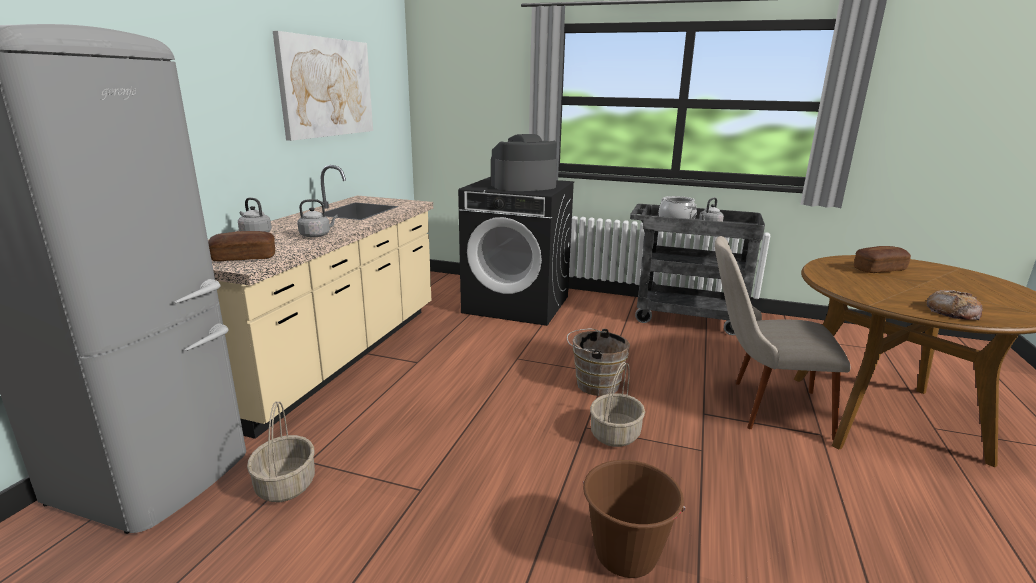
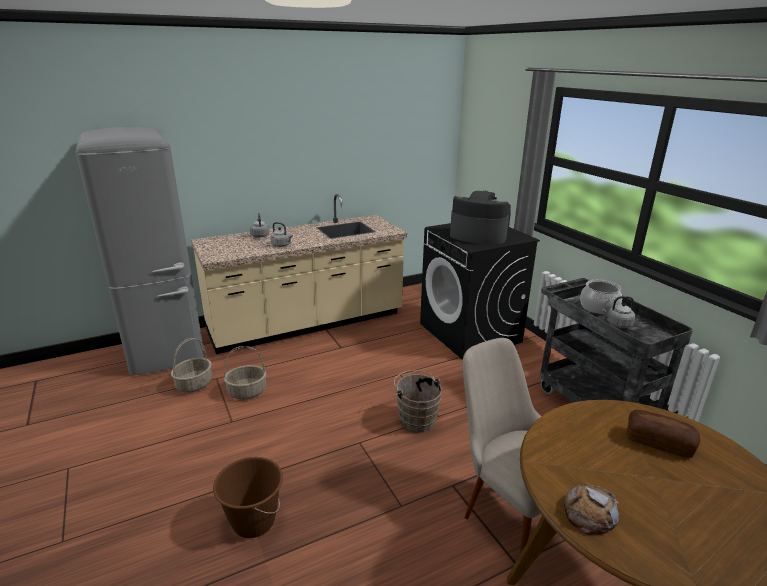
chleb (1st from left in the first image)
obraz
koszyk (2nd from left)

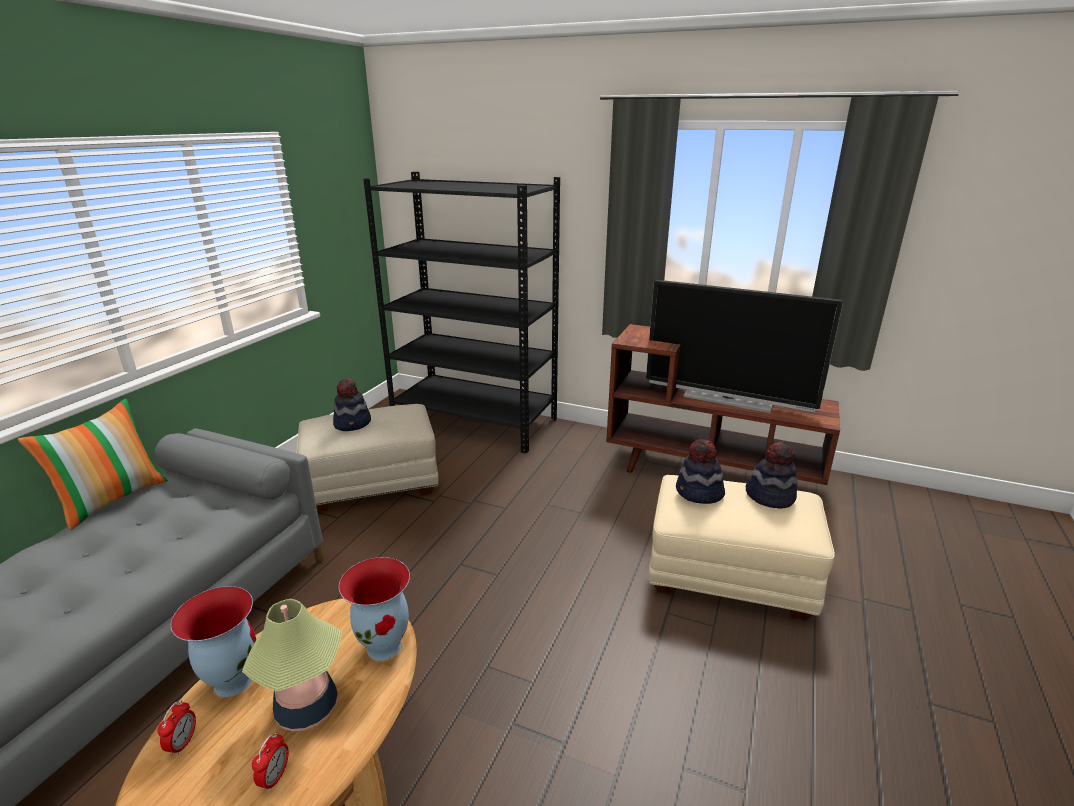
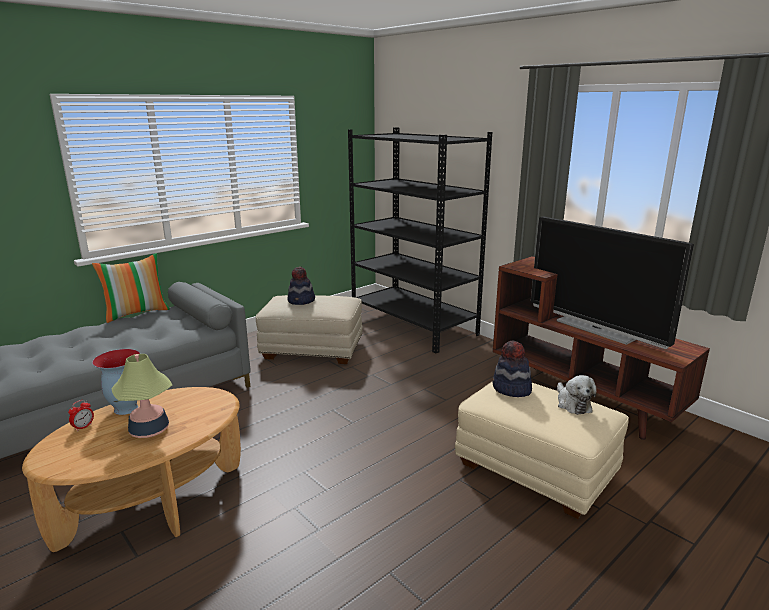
budzik (2nd from left in the first image)
wazon (2nd from left in the first image)
pluszak

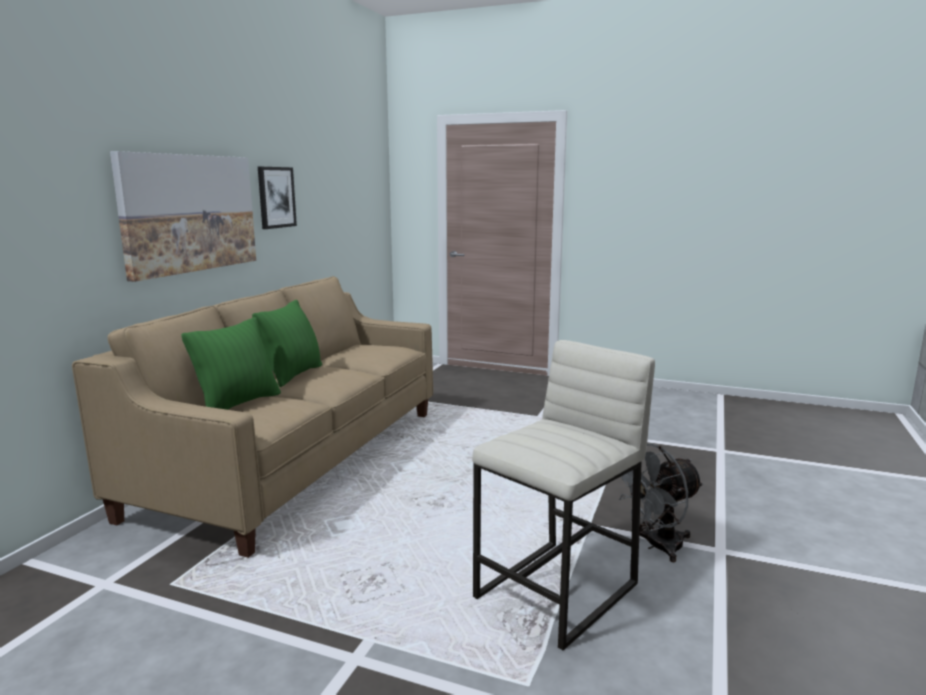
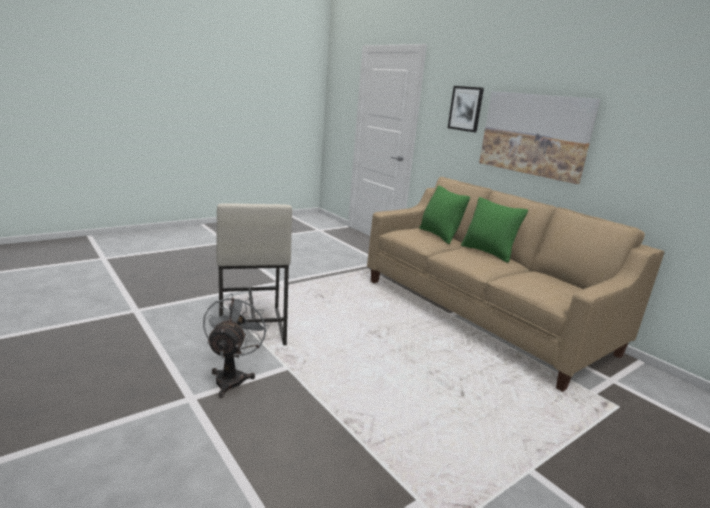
obraz (1st from left)

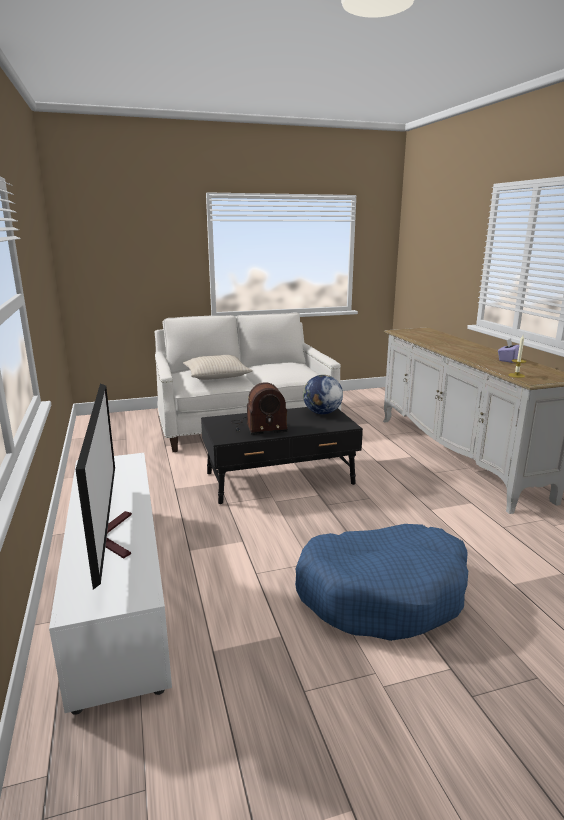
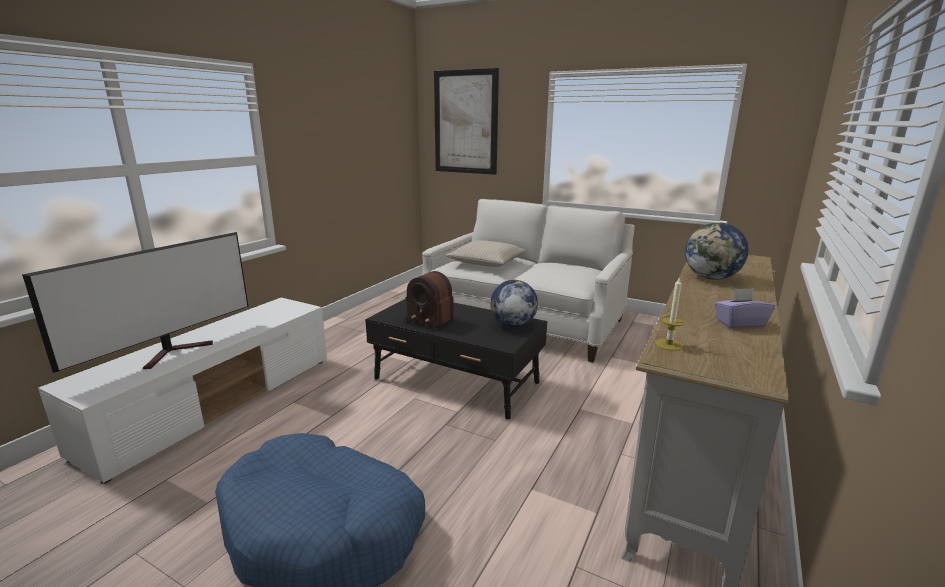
obraz
globus (2nd from left)

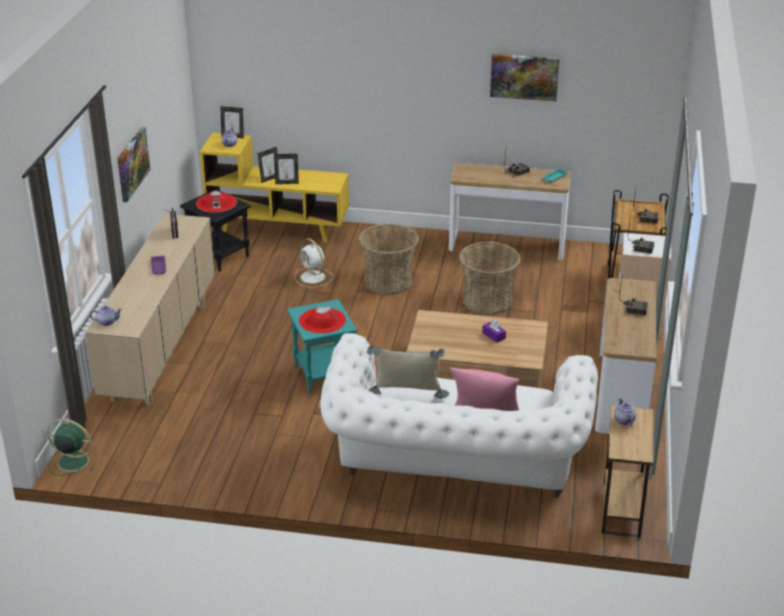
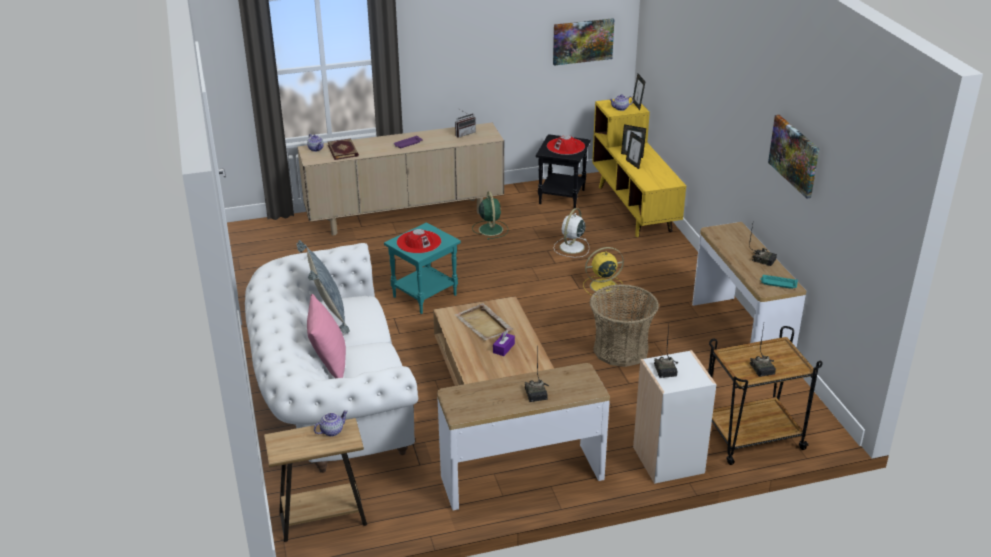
książka
taca (beżowy)
wentylator (zielony)
obraz (1st from left)
wentylator (żółty)

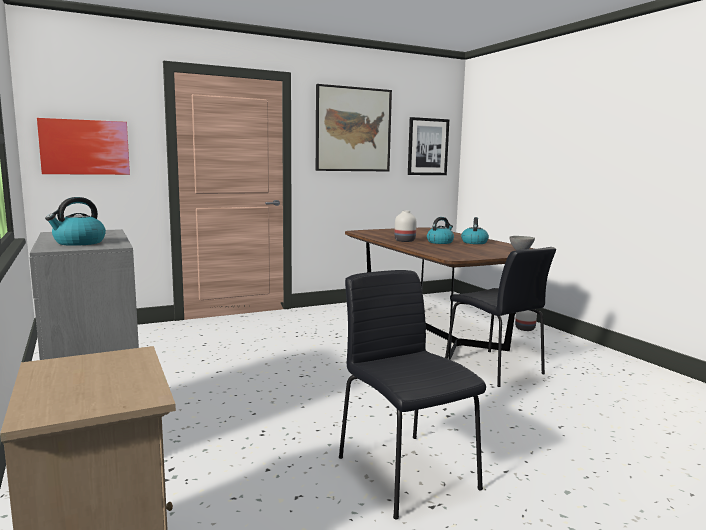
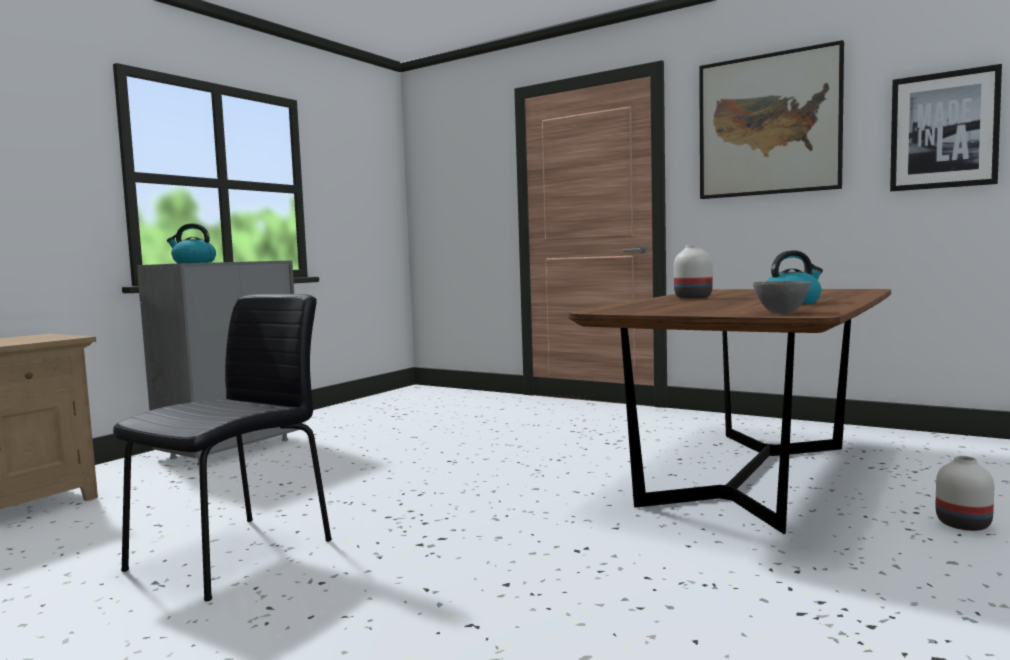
obraz (1st from left in the first image)
czajnik (2nd from left in the first image)
krzesło (czarny) (2nd from left in the first image)

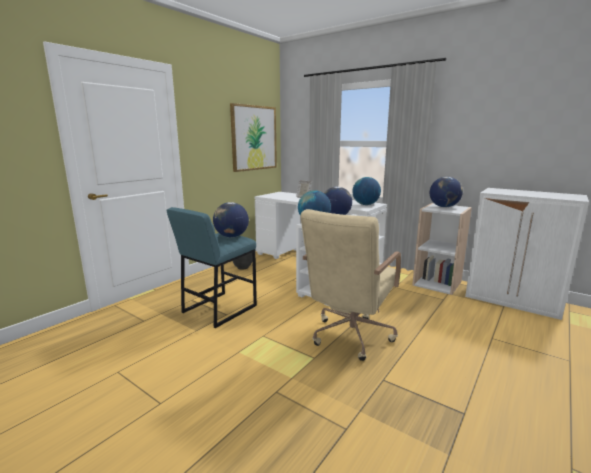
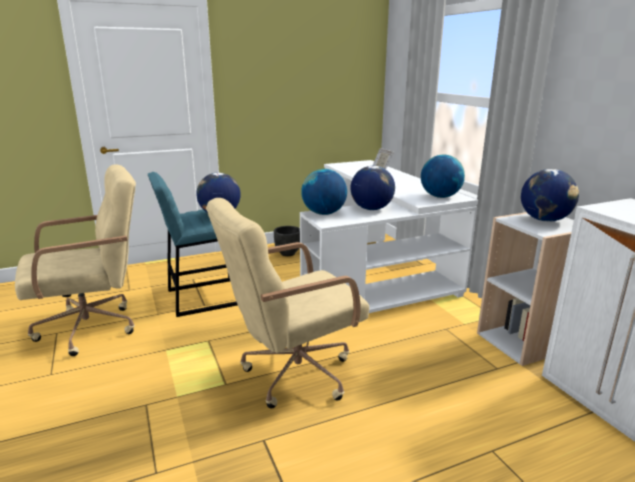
obraz
krzesło biurowe (beżowy) (1st from left)

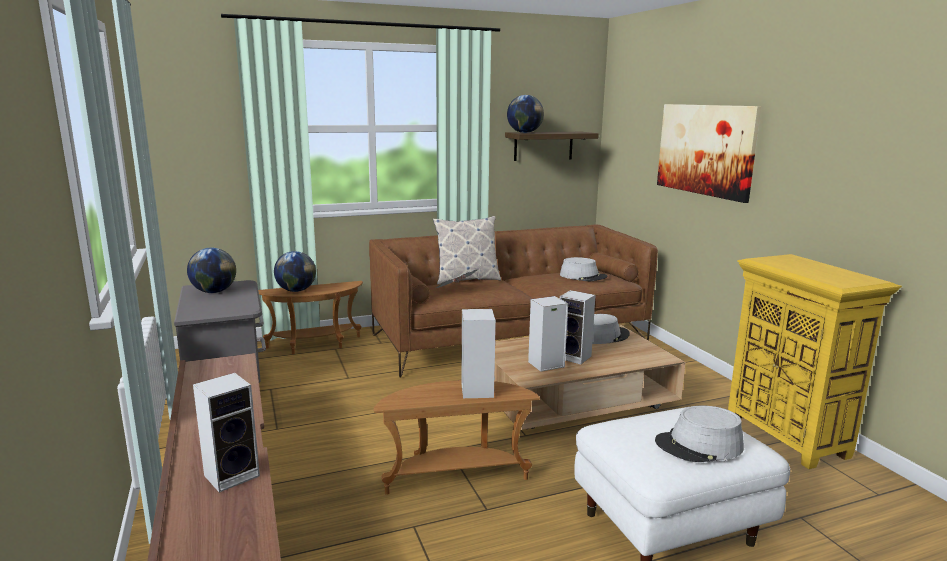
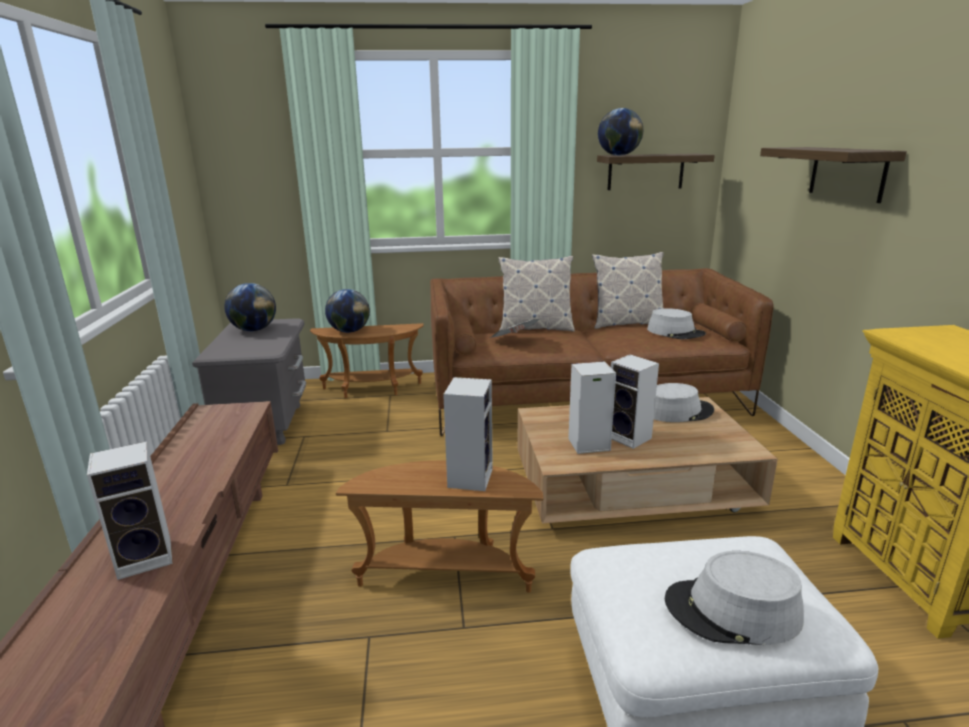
poduszka (2nd from left)
półka (2nd from left)

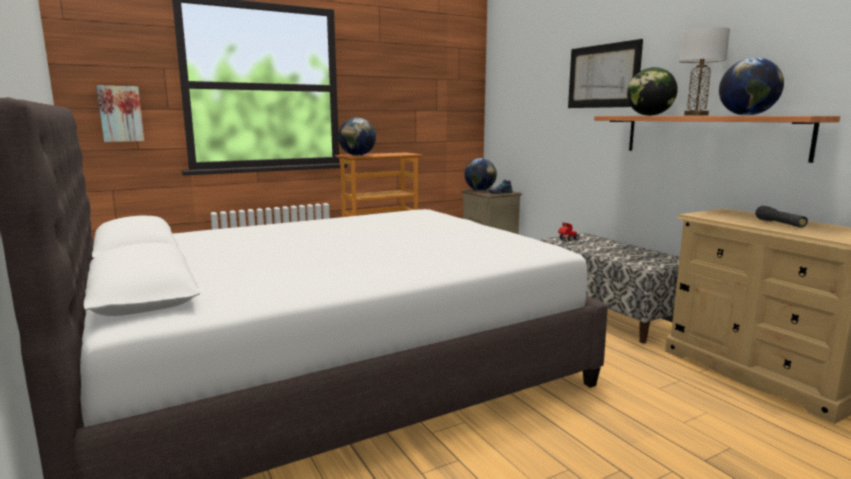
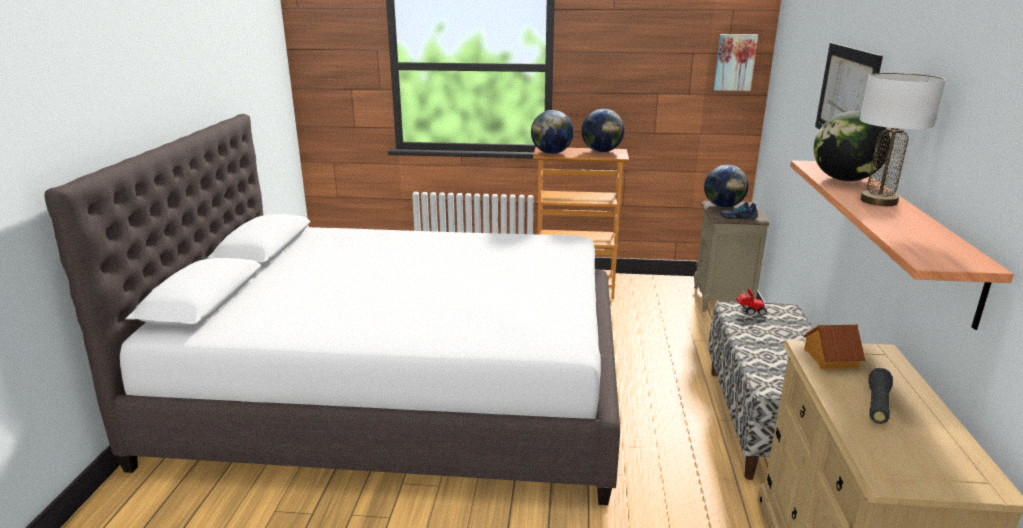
domek
obraz (1st from left)
globus (2nd from left)

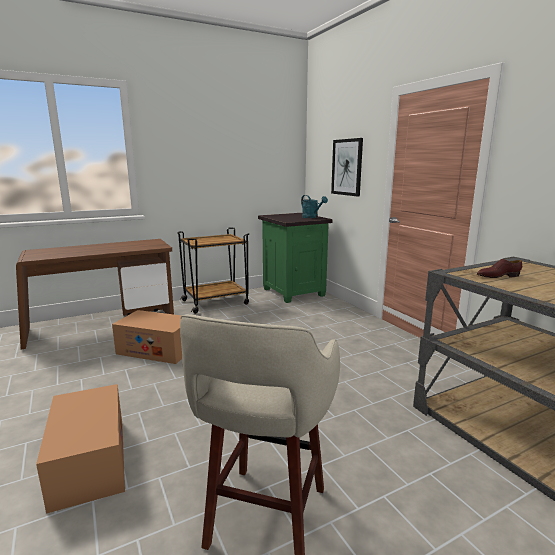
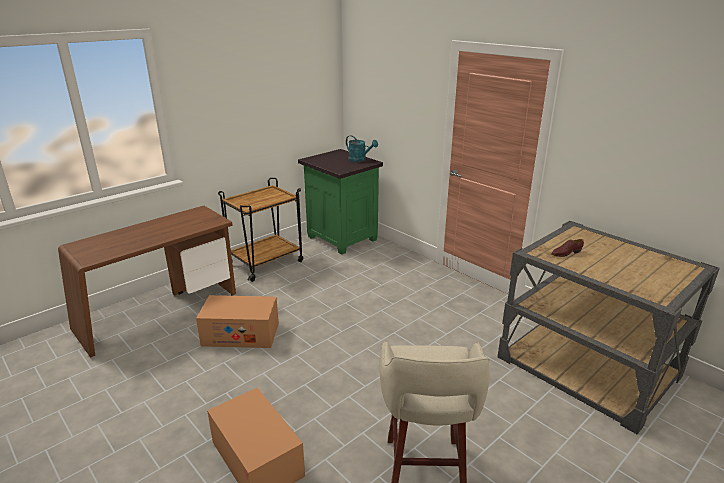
obraz

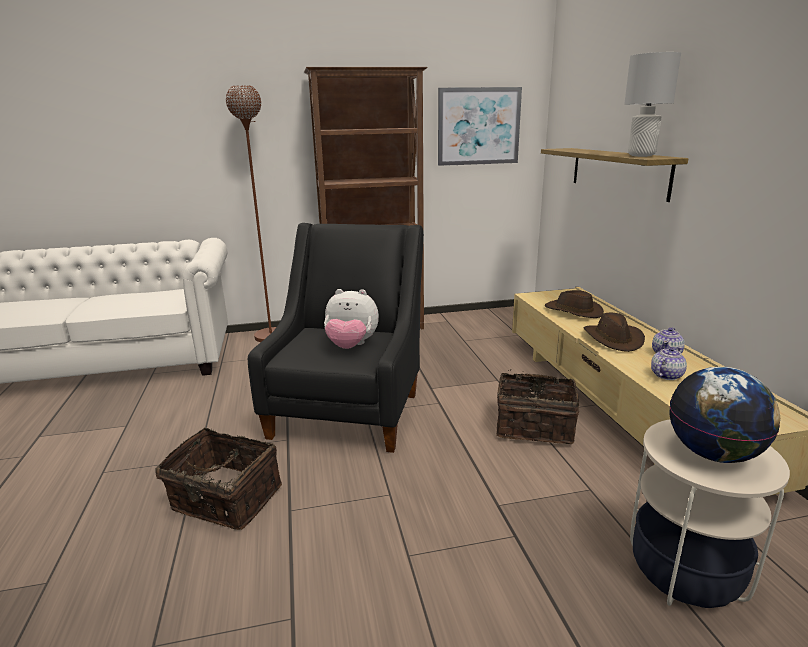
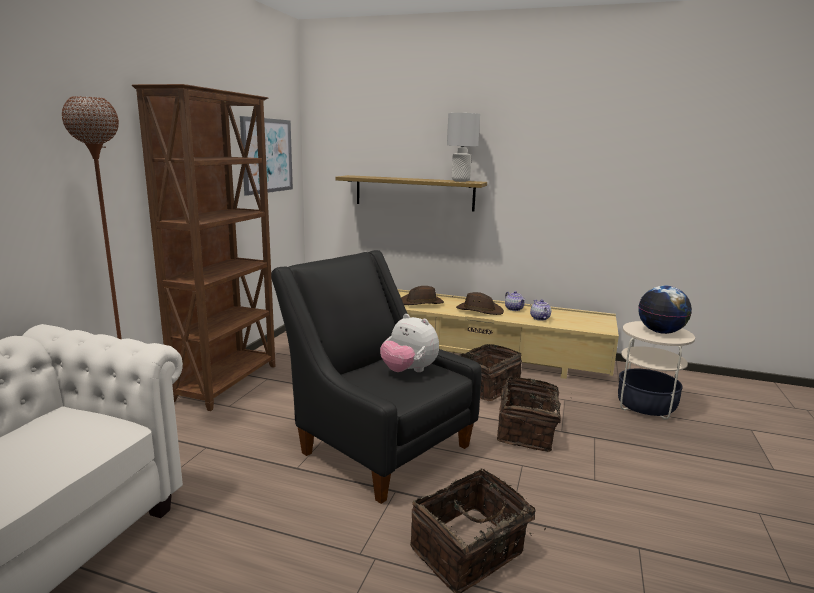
koszyk (3rd from left)
pluszak

